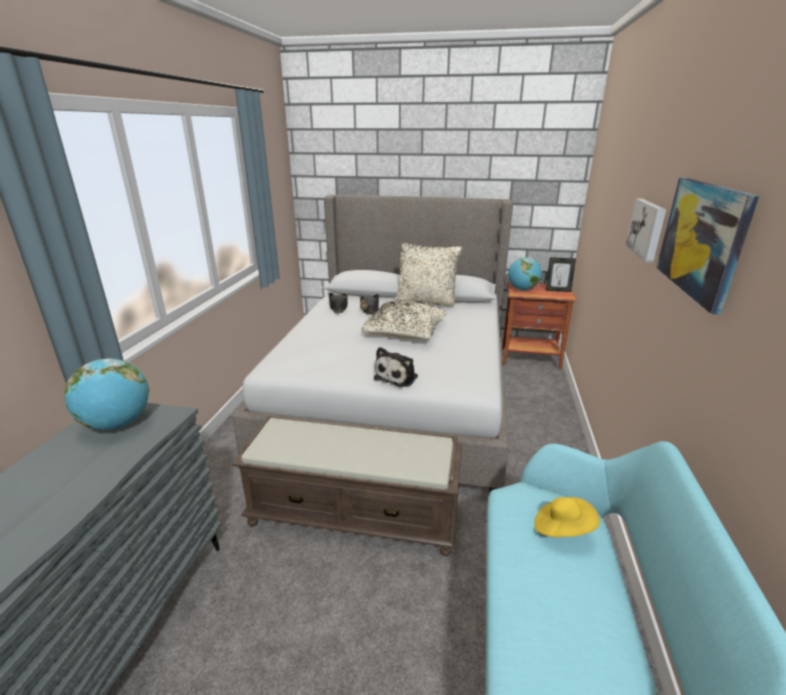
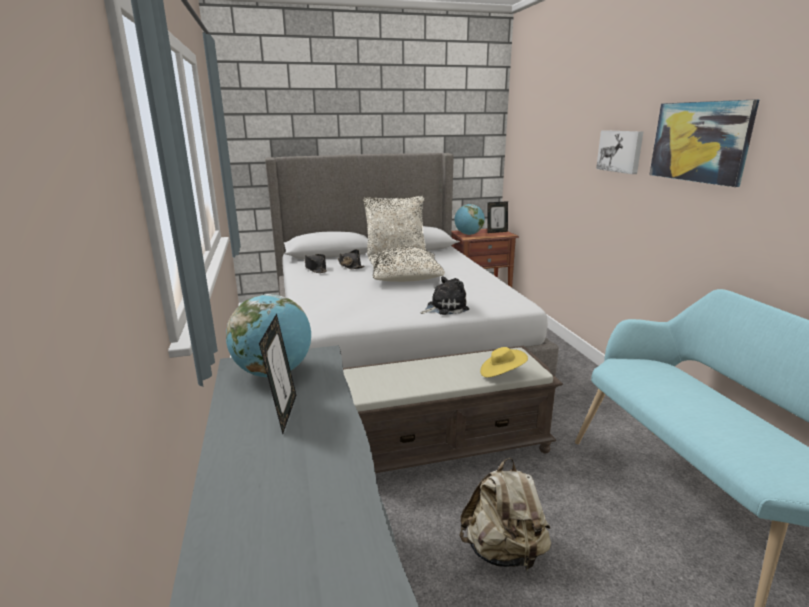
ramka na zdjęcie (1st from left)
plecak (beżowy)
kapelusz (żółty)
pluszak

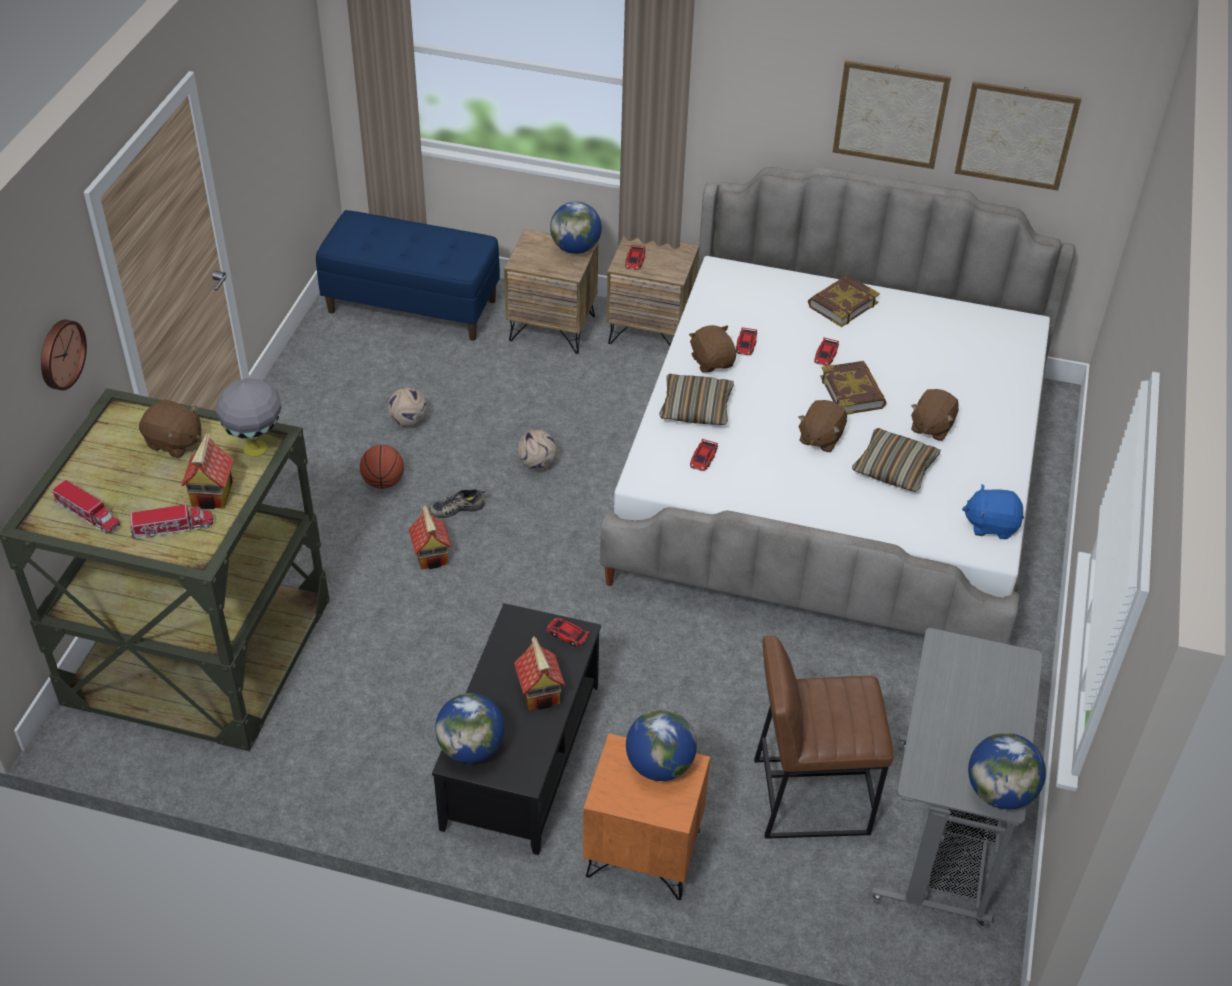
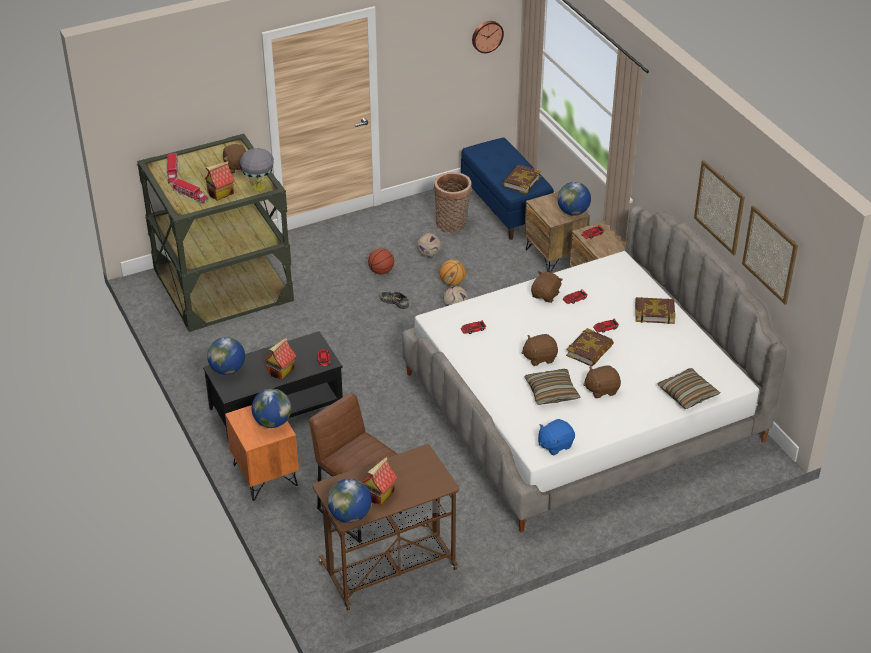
koszyk
piłka do koszykówki (2nd from left)
książka (1st from left)
zegar ścienny
domek (3rd from left)
poduszka (2nd from left)
biurko (brązowy)
pluszak (niebieski)

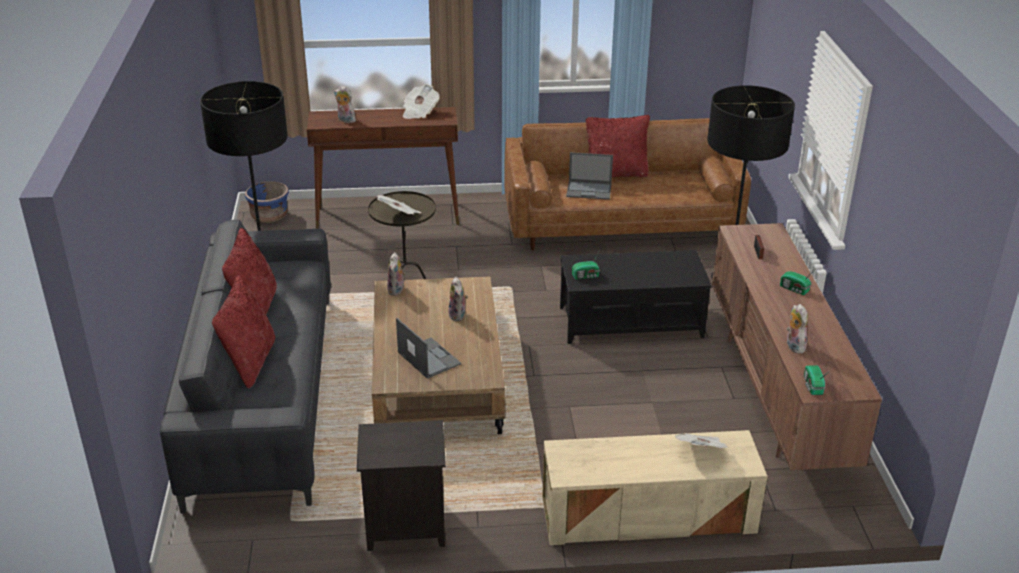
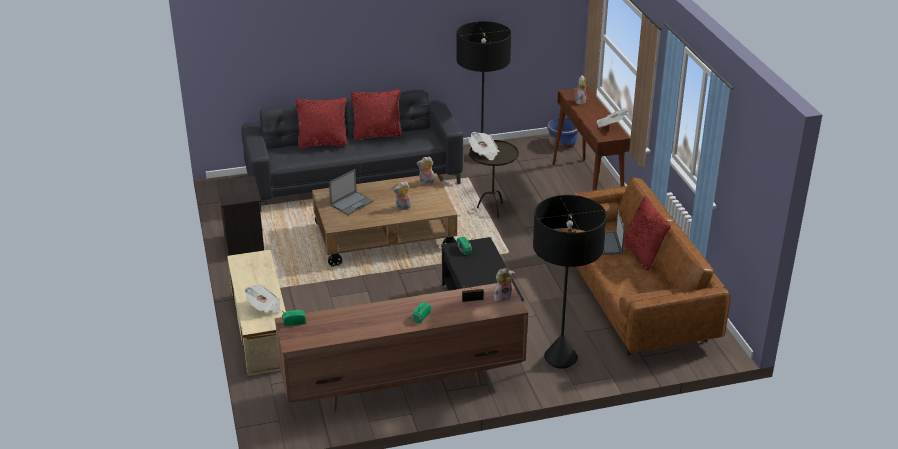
pluszak (3rd from left)

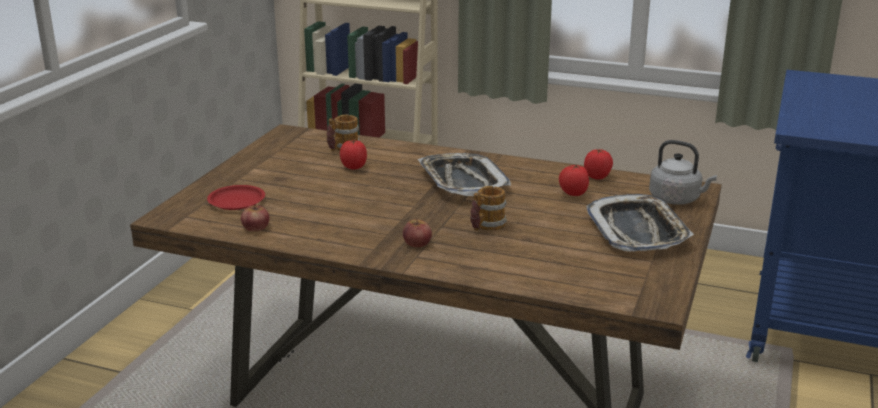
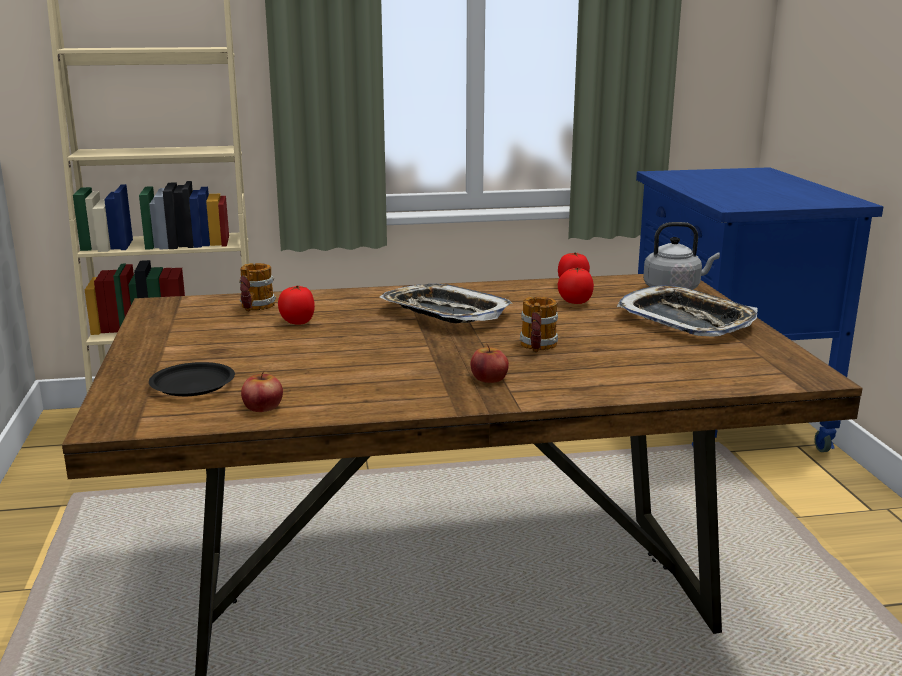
talerz (czarny)

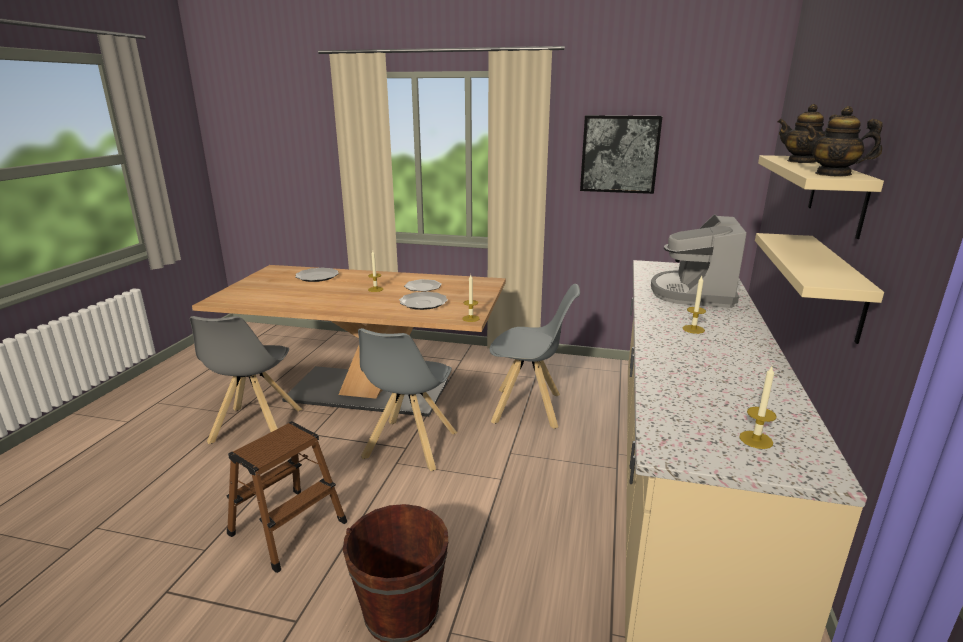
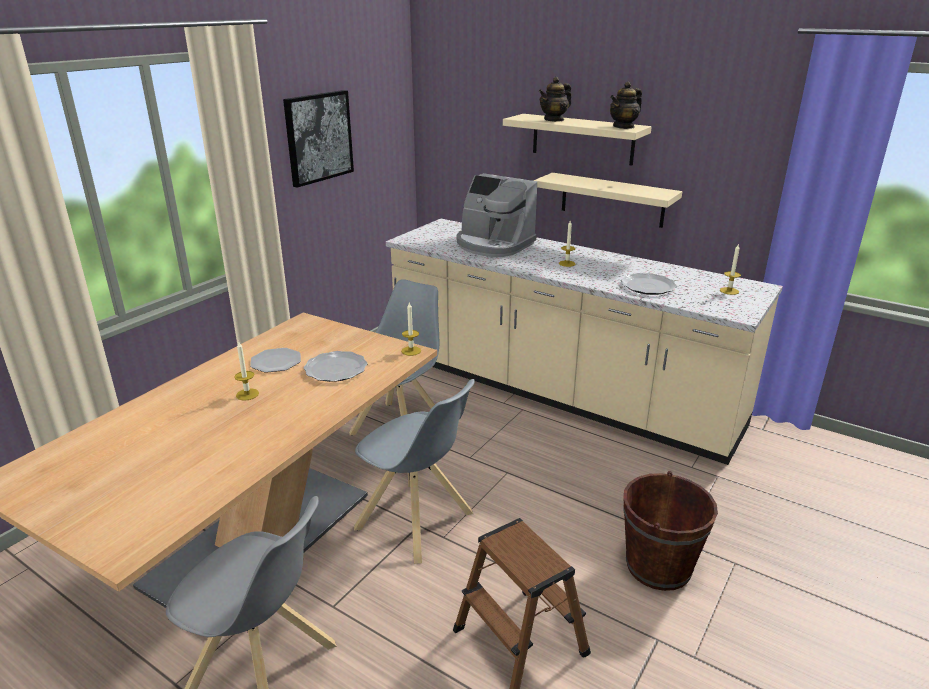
talerz (3rd from left)

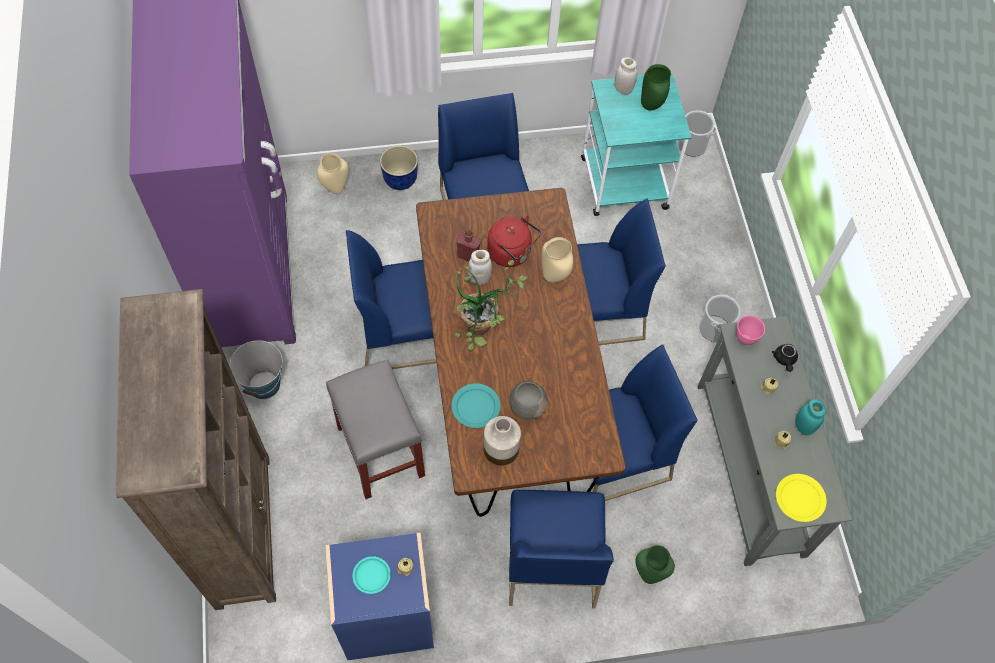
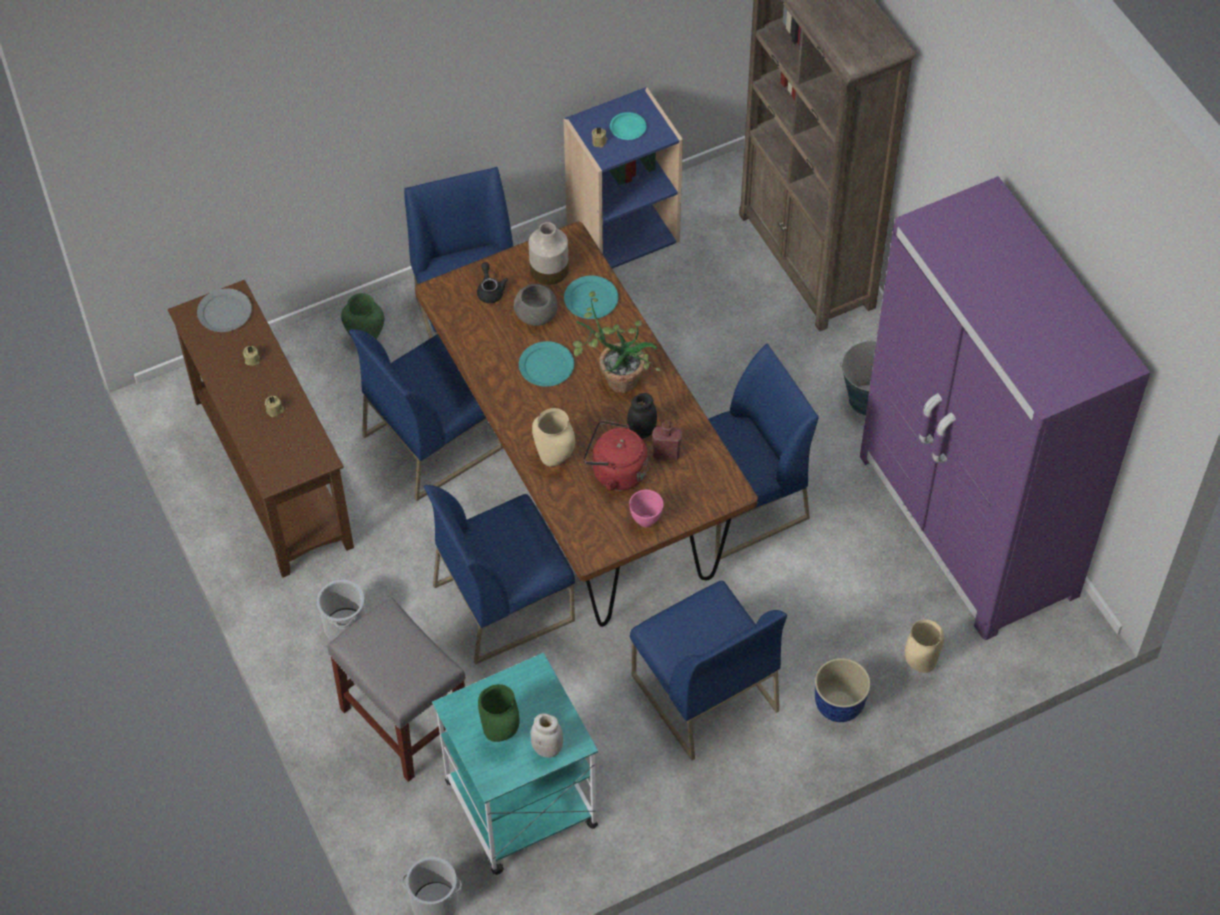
słoik (turkusowy)
talerz (turkusowy) (1st from left)
stołek (szary)
miska (różowy)
imbryk (czarny)
słoik (czarny)
stolik konsolowy (brązowy)
talerz (szary)

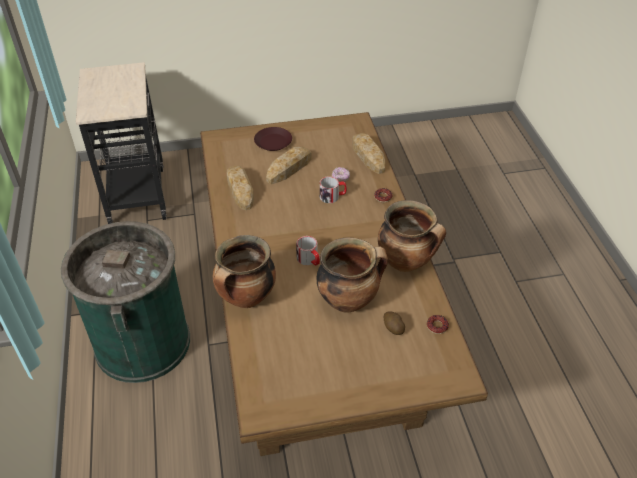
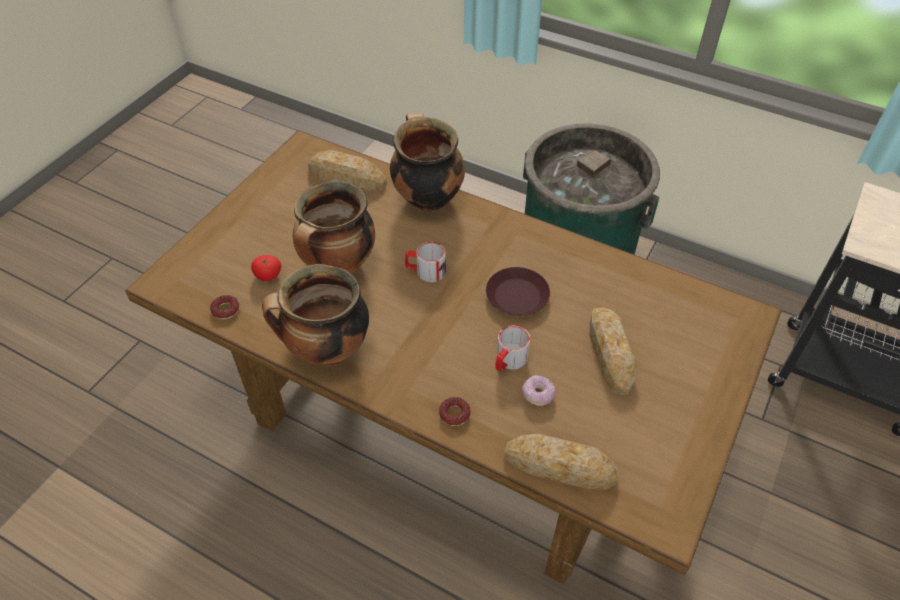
chleb (1st from left)
talerz (brązowy)
pomidor

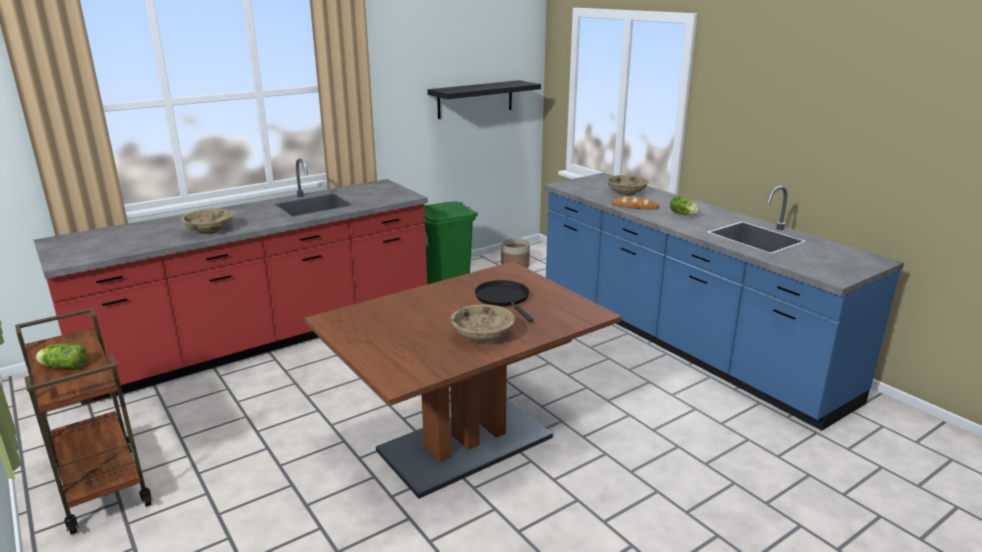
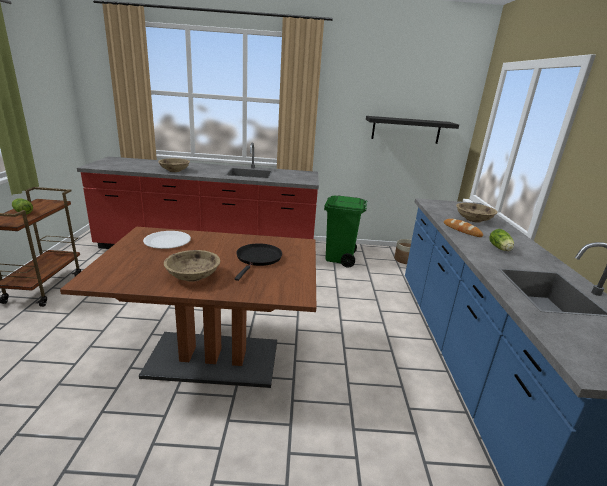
talerz (biały)

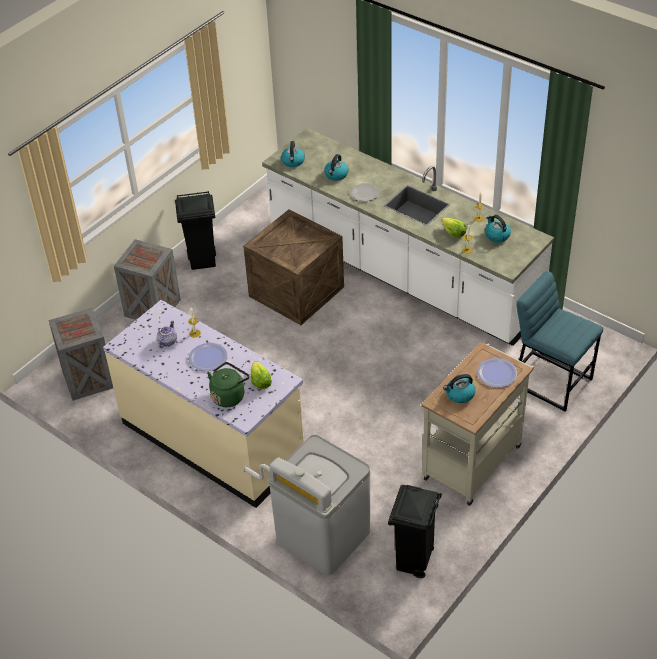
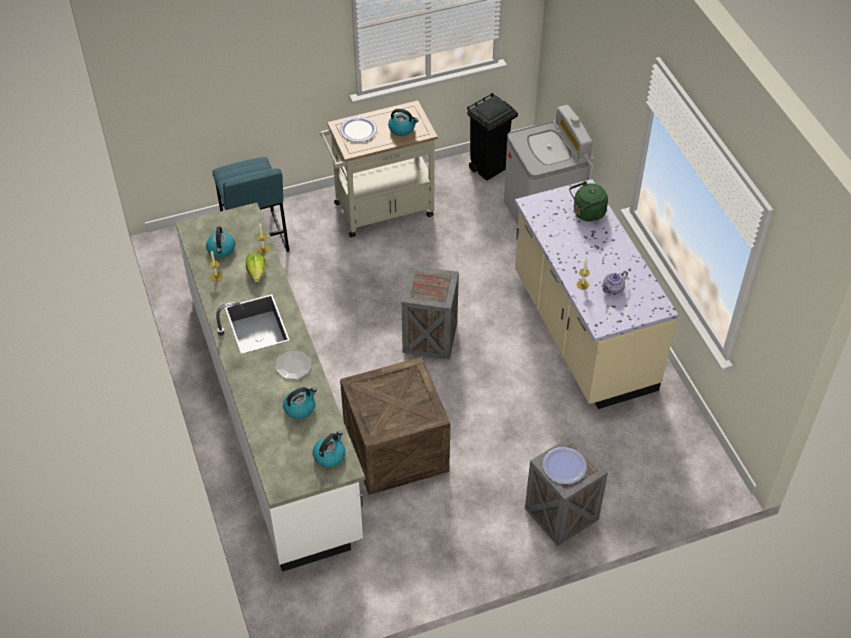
kosz na śmieci (czarny) (1st from left in the first image)
sałata (1st from left in the first image)
skrzynka (2nd from left)
talerz (3rd from left)

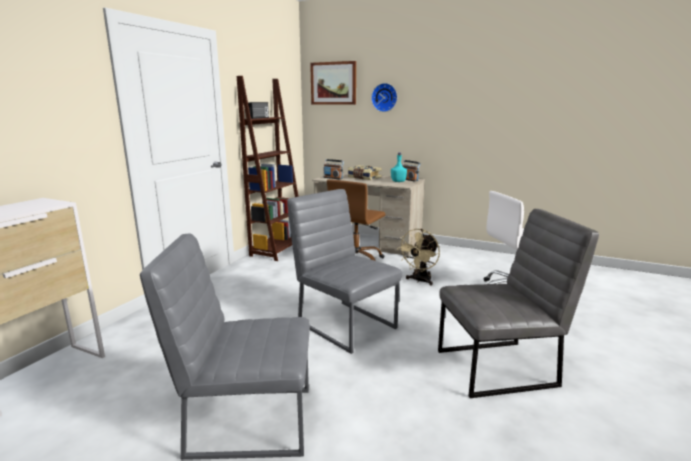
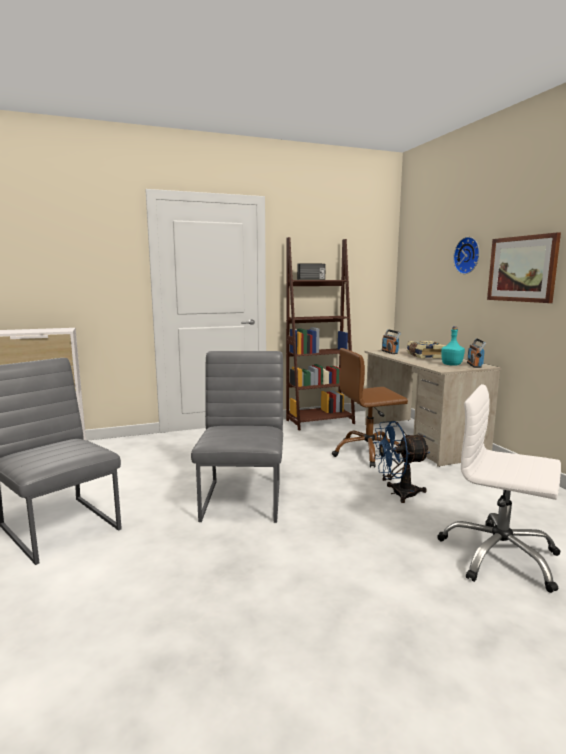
krzesło (szary) (3rd from left in the first image)
obraz
wentylator (niebieski)

